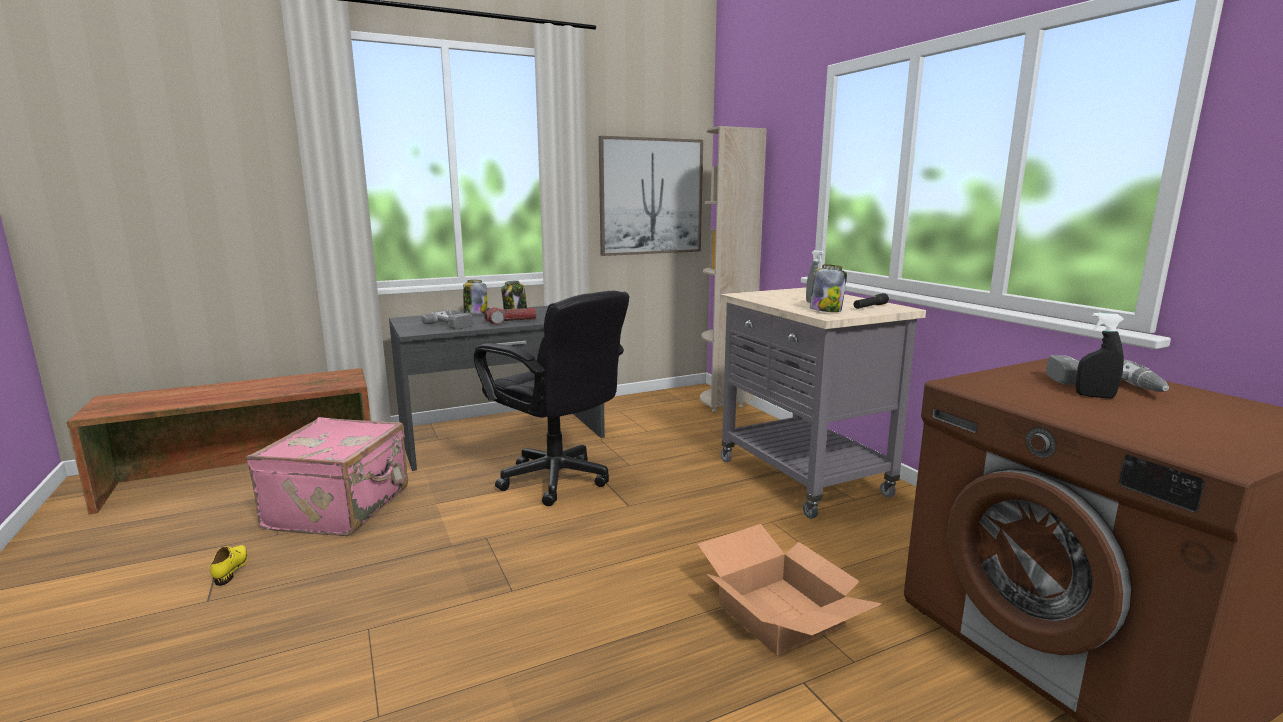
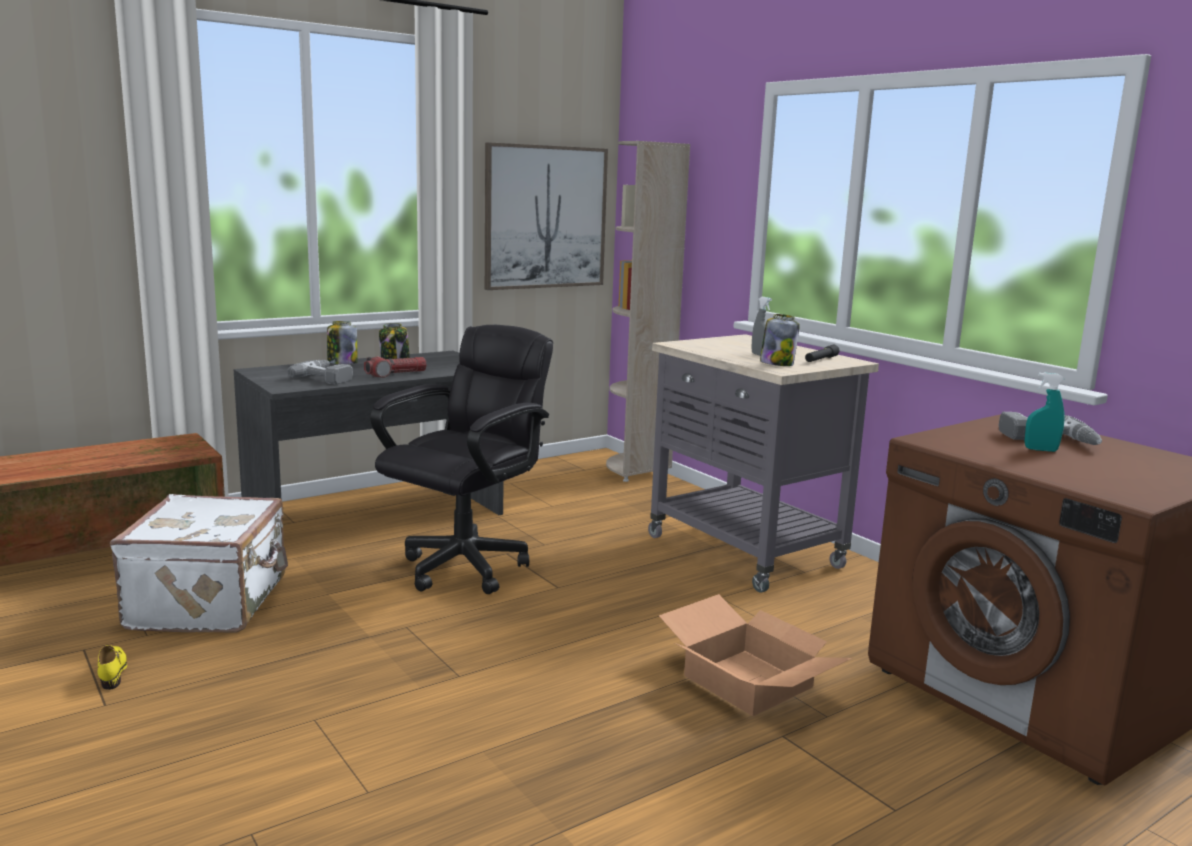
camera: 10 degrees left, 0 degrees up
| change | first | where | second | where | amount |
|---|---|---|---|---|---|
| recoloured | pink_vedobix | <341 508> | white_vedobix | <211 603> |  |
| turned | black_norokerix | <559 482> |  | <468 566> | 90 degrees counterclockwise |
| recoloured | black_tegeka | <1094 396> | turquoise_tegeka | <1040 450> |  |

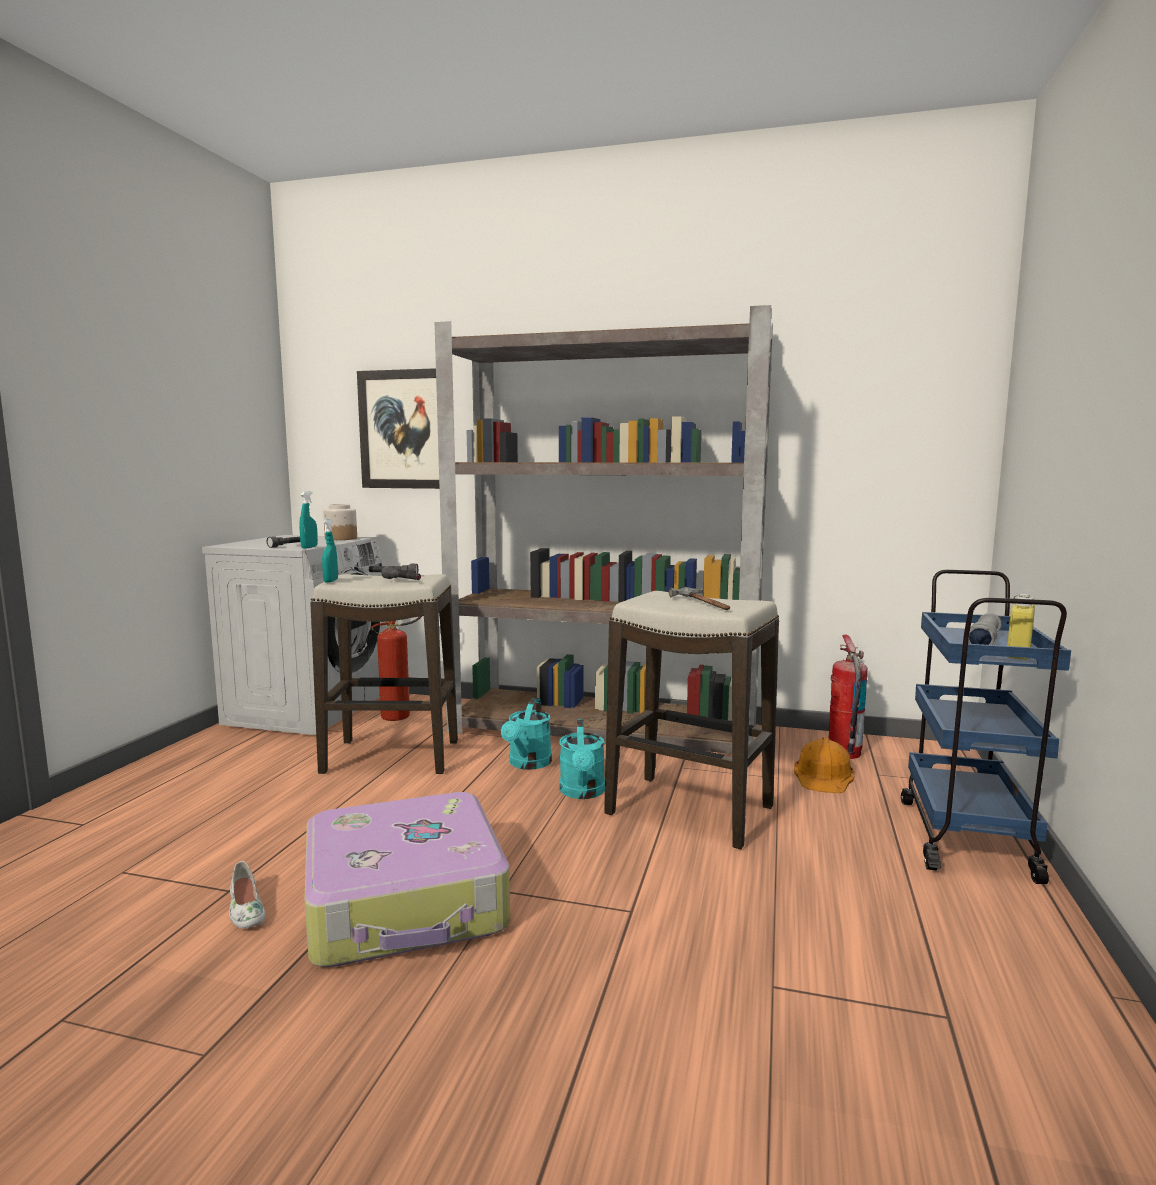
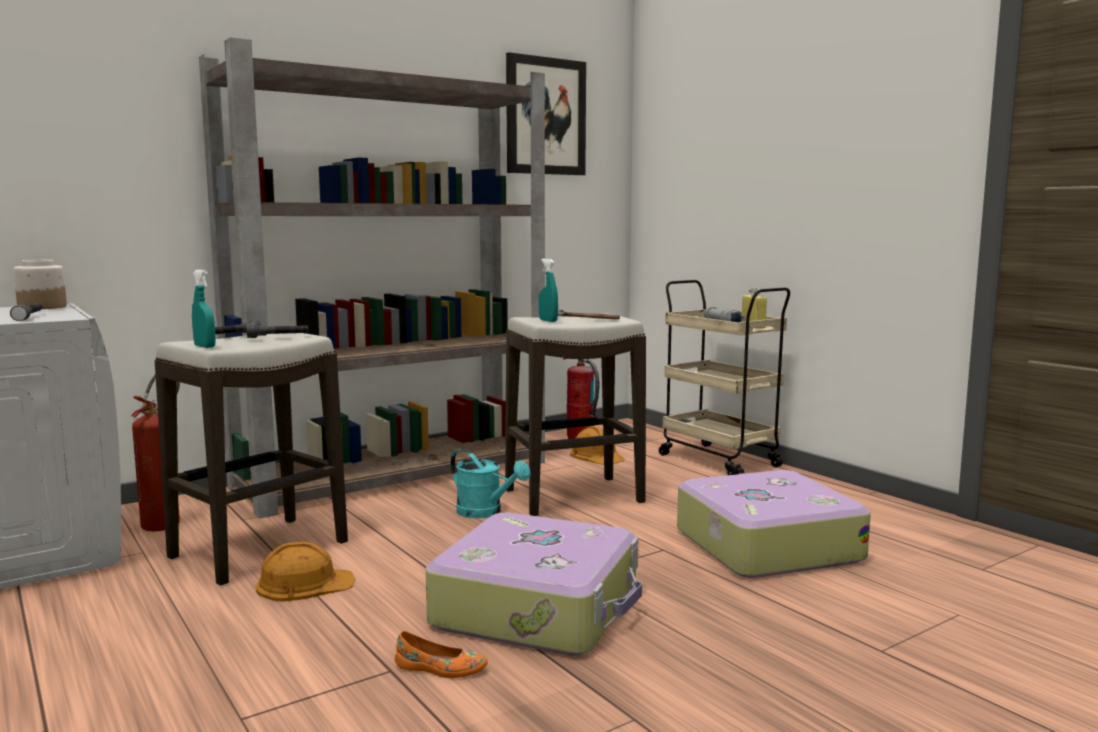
camera: 50 degrees left, 0 degrees up
| change | first | where | second | where | amount |
|---|---|---|---|---|---|
| added |  |  | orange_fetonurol | <304 583> |  |
| recoloured | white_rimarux | <245 909> | orange_rimarux | <440 669> |  |
| moved | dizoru | <404 429> |  | <545 116> |  |
| moved | turquoise_tegeka | <309 547> |  | <548 321> |  |
| recoloured | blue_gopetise | <966 840> | beige_gopetise | <719 461> |  |
| added |  |  | vedobix | <765 545> |  |
| removed | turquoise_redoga | <528 764> |  |  |  |

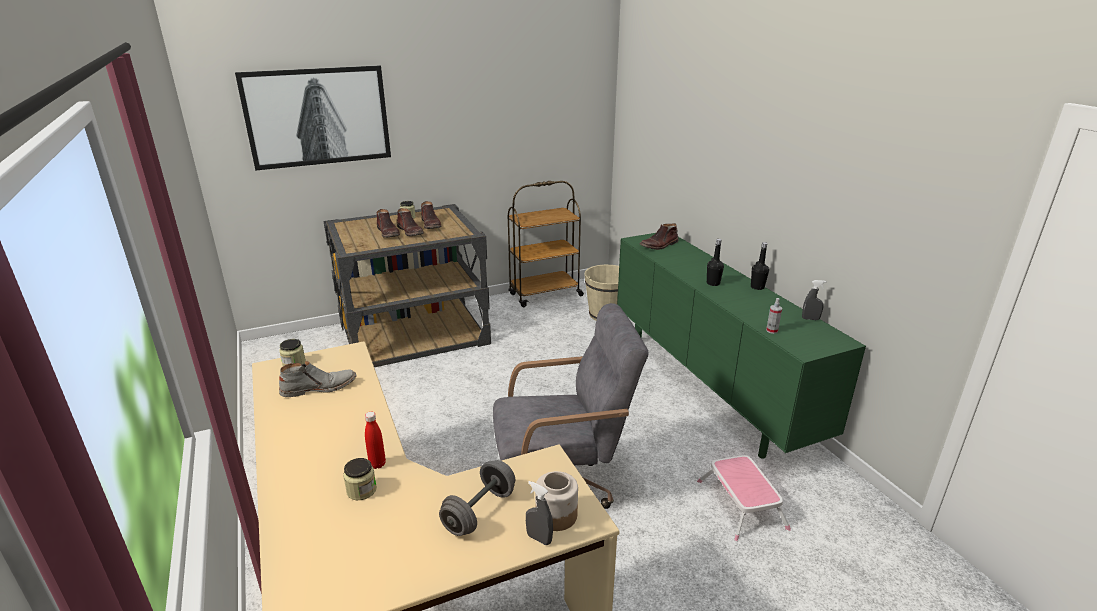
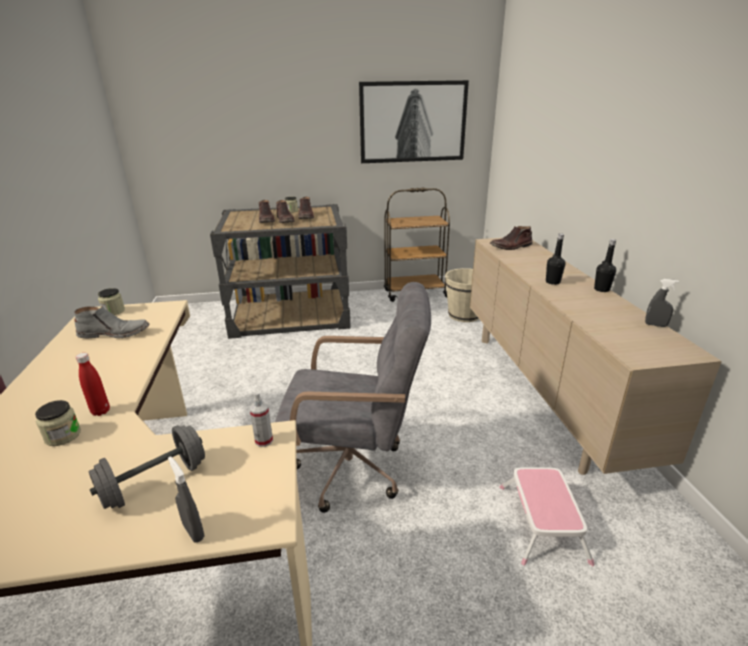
camera: 15 degrees right, 0 degrees up
| change | first | where | second | where | amount |
|---|---|---|---|---|---|
| moved | tegeka | <772 330> |  | <264 440> |  |
| moved | dizoru | <318 117> |  | <413 122> |  |
| recoloured | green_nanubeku | <709 386> | beige_nanubeku | <545 391> |  |
| removed | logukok | <556 516> |  |  |  |

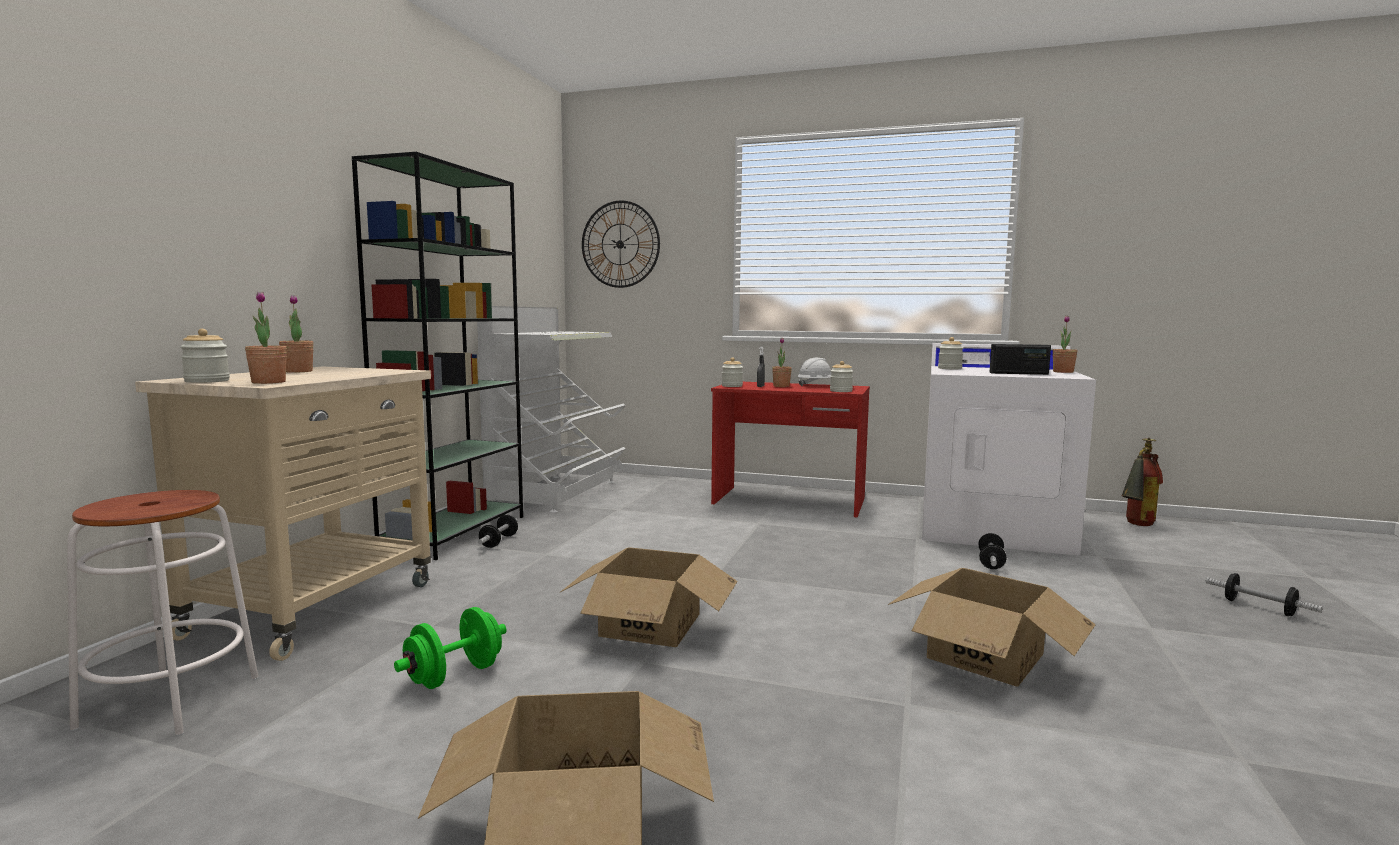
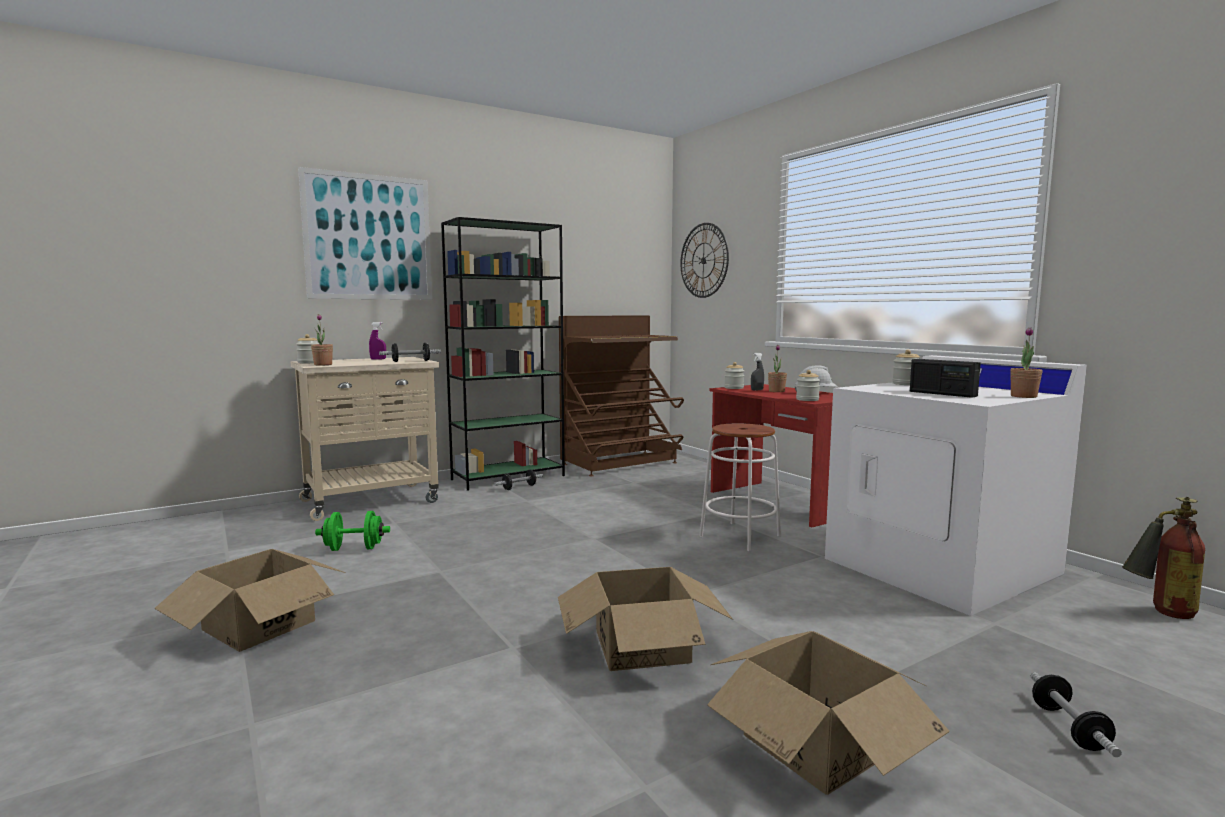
camera: 40 degrees right, 0 degrees up
| change | first | where | second | where | amount |
|---|---|---|---|---|---|
| added |  |  | dizoru | <369 237> |  |
| replaced | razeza | <298 371> | purple_tegeka | <378 359> |  |
| moved | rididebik | <991 562> |  | <411 361> |  |
| recoloured | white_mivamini | <559 493> | brown_mivamini | <622 464> |  |
| moved | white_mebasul | <170 701> |  | <740 536> |  |
| moved | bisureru | <651 624> |  | <818 743> |  |

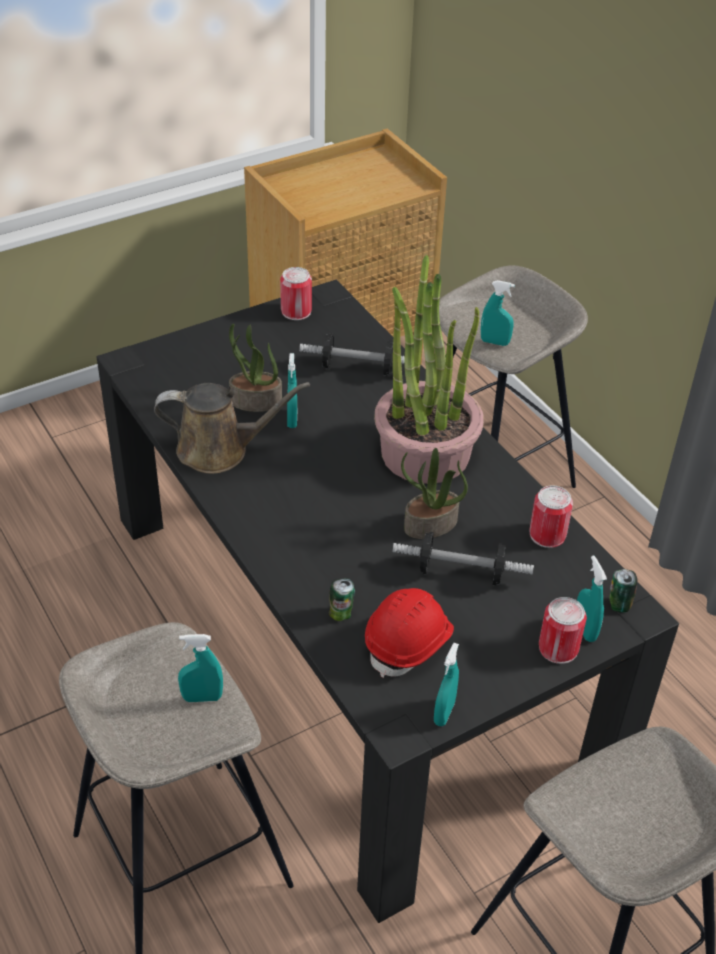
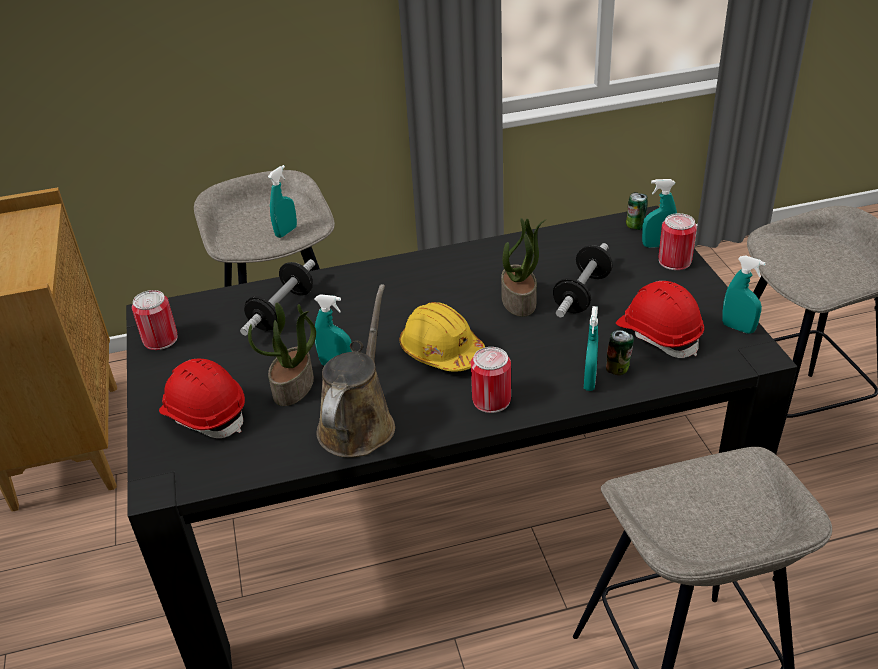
camera: 70 degrees left, 5 degrees down
| change | first | where | second | where | amount |
|---|---|---|---|---|---|
| added |  |  | red_fetonurol | <205 414> |  |
| added |  |  | yellow_fetonurol | <441 351> |  |
| moved | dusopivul | <547 534> |  | <491 400> |  |
| moved | turquoise_tegeka | <202 697> |  | <590 381> |  |
| removed | razeza | <425 452> |  |  |  |

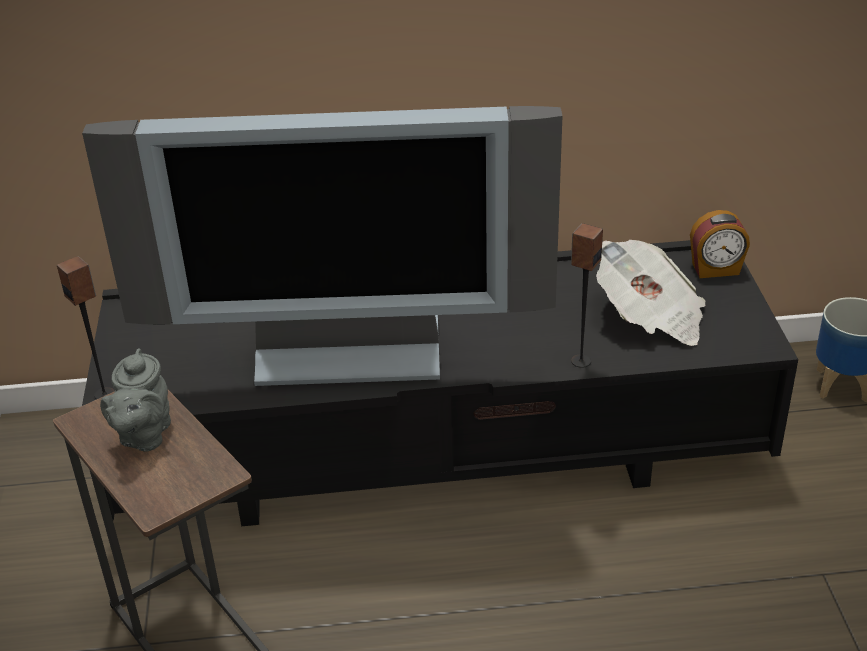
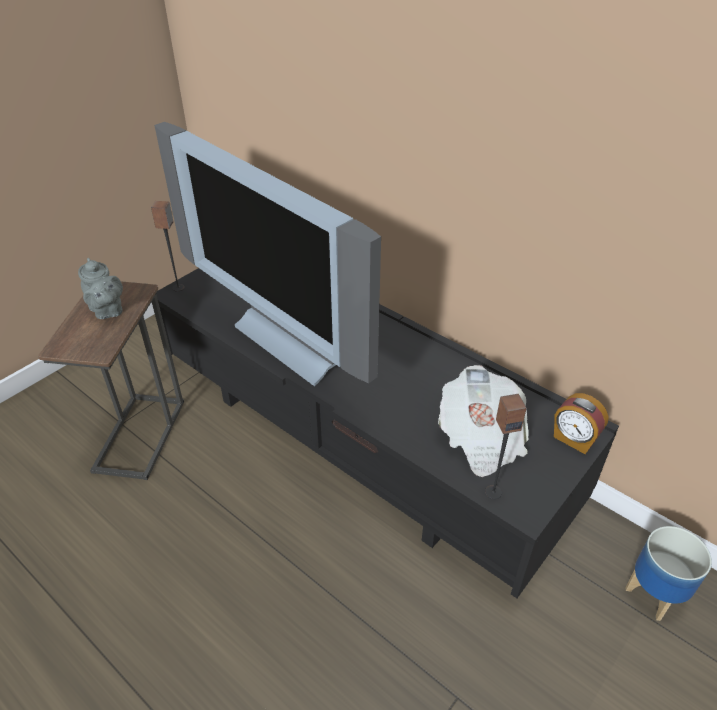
camera: 45 degrees right, 5 degrees up
| change | first | where | second | where | amount |
|---|---|---|---|---|---|
| turned | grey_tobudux | <143 436> |  | <107 311> | 90 degrees counterclockwise |
| moved | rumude | <580 361> |  | <493 492> |  |

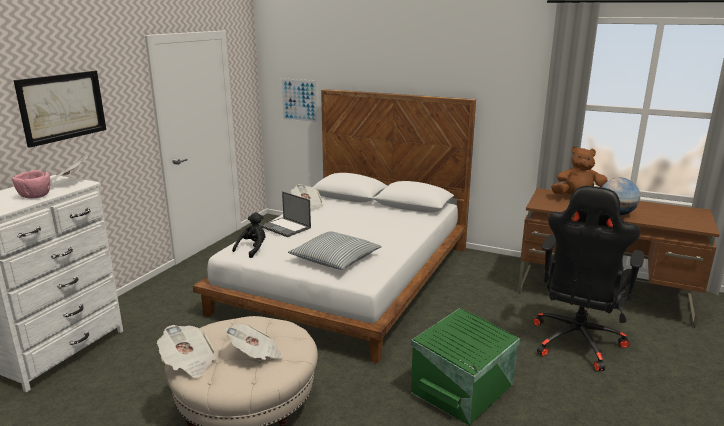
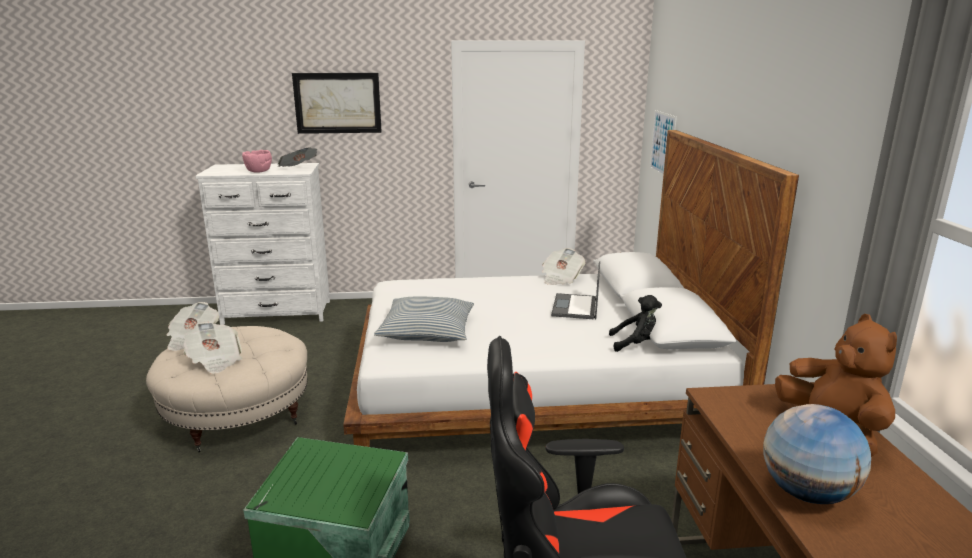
camera: 60 degrees right, 0 degrees up
| change | first | where | second | where | amount |
|---|---|---|---|---|---|
| moved | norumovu | <286 227> |  | <575 307> |  |
| moved | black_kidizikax | <253 249> |  | <636 344> |  |

